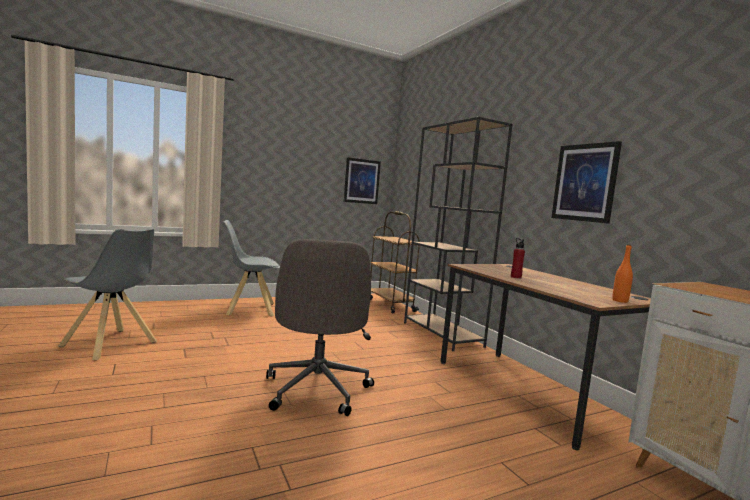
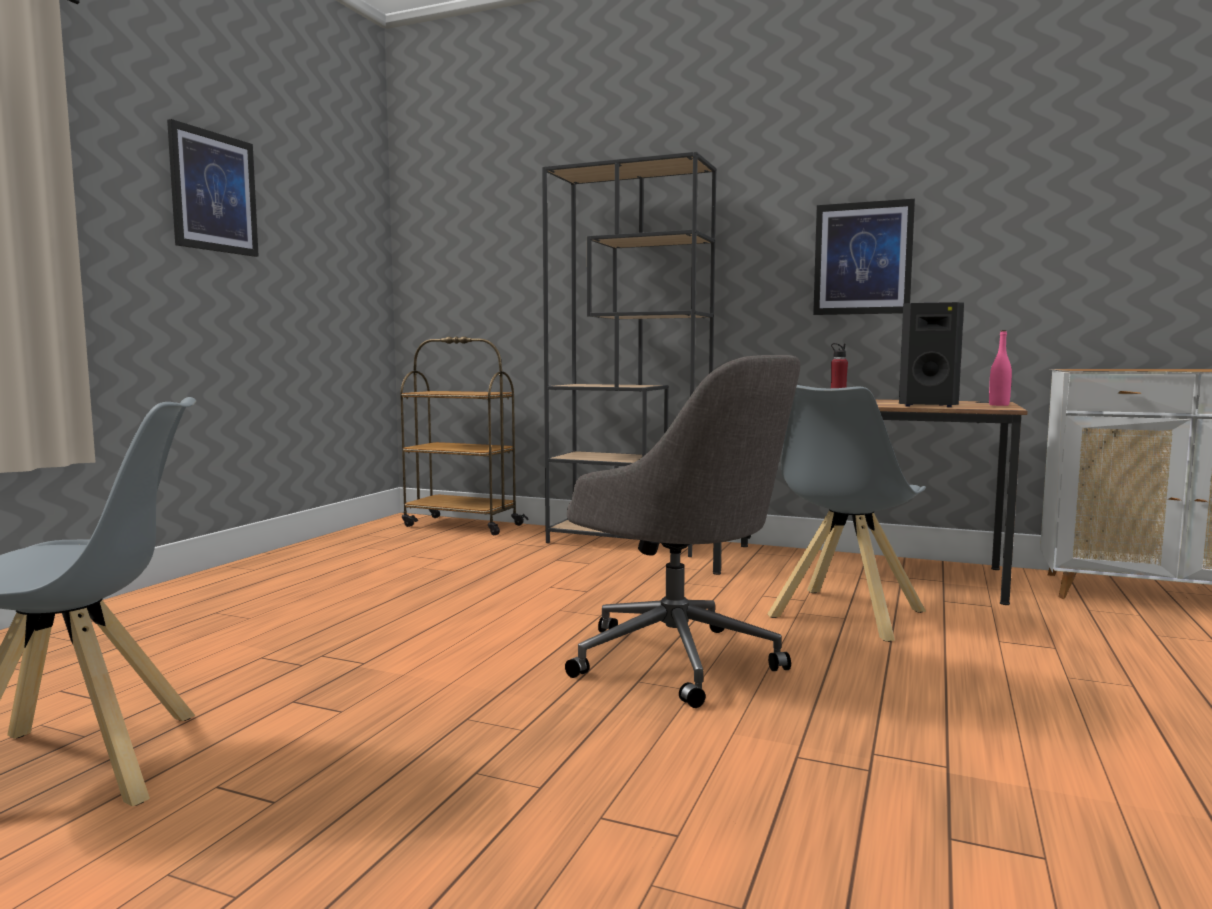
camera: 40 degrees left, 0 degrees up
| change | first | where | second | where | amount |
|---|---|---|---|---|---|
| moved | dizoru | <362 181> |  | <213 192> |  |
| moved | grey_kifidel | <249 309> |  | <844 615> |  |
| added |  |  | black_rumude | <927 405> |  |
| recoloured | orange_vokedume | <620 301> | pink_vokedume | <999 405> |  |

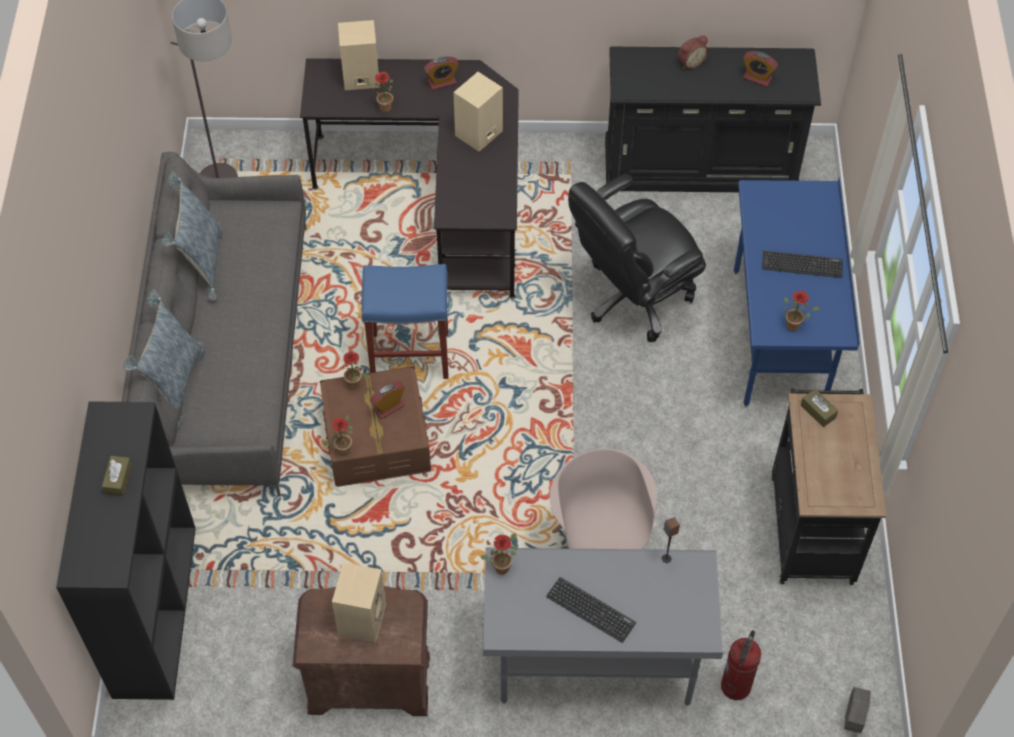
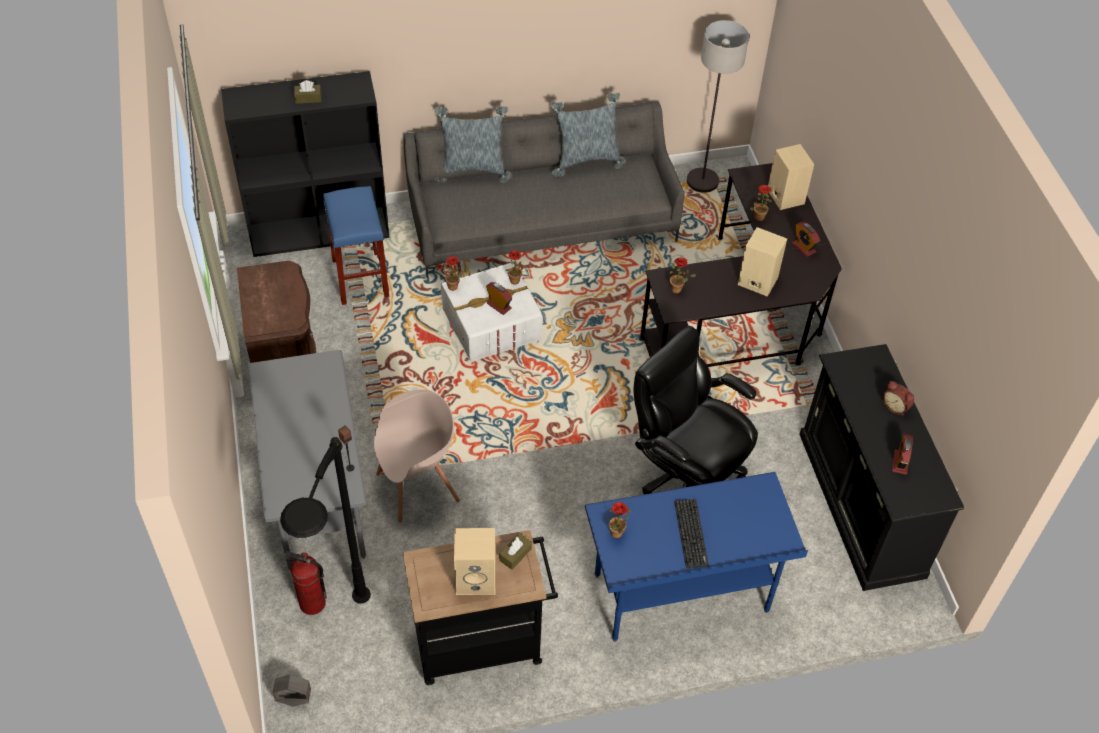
camera: 75 degrees right, 5 degrees down
| change | first | where | second | where | amount |
|---|---|---|---|---|---|
| added |  |  | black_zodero | <344 647> |  |
| moved | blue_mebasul | <408 356> |  | <359 277> |  |
| recoloured | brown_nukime | <376 439> | white_nukime | <491 324> |  |
| moved | beige_rumude | <361 618> |  | <477 578> |  |
| moved | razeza | <503 565> |  | <678 289> |  |
| removed | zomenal | <590 610> |  |  |  |

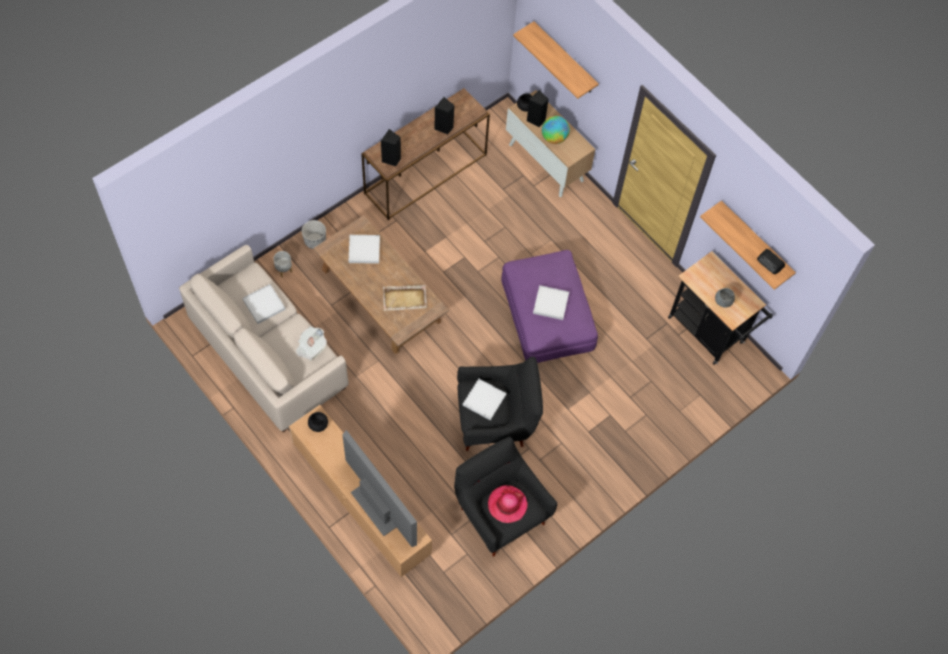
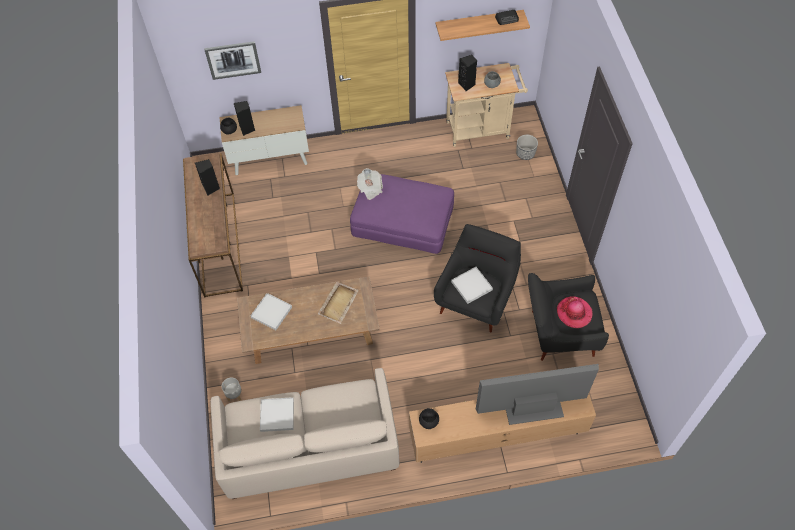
camera: 55 degrees left, 5 degrees down
| change | first | where | second | where | amount |
|---|---|---|---|---|---|
| replaced | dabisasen | <564 59> | dizoru | <233 60> |  |
| moved | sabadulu | <310 347> |  | <370 188> |  |
| recoloured | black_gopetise | <710 333> | beige_gopetise | <481 129> |  |
| moved | black_rumude | <391 159> |  | <467 85> |  |
| moved | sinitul | <315 241> |  | <525 153> |  |
| removed | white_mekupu | <550 303> |  |  |  |
| removed | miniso | <554 138> |  |  |  |

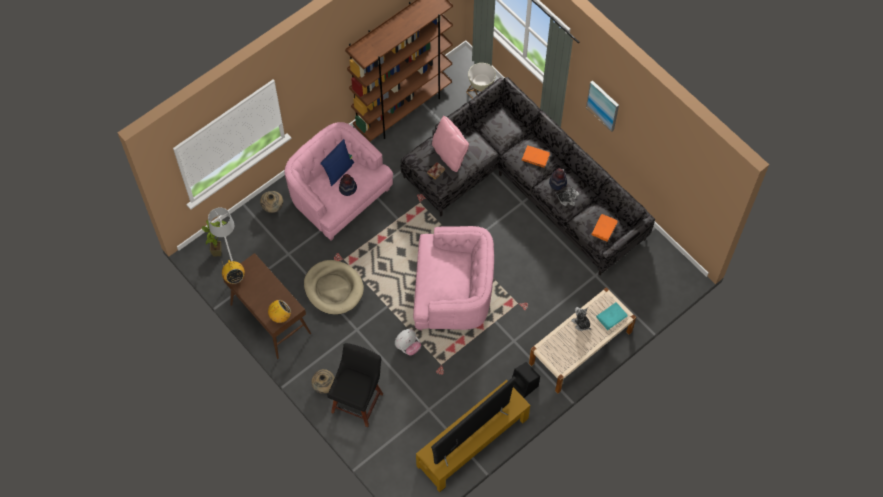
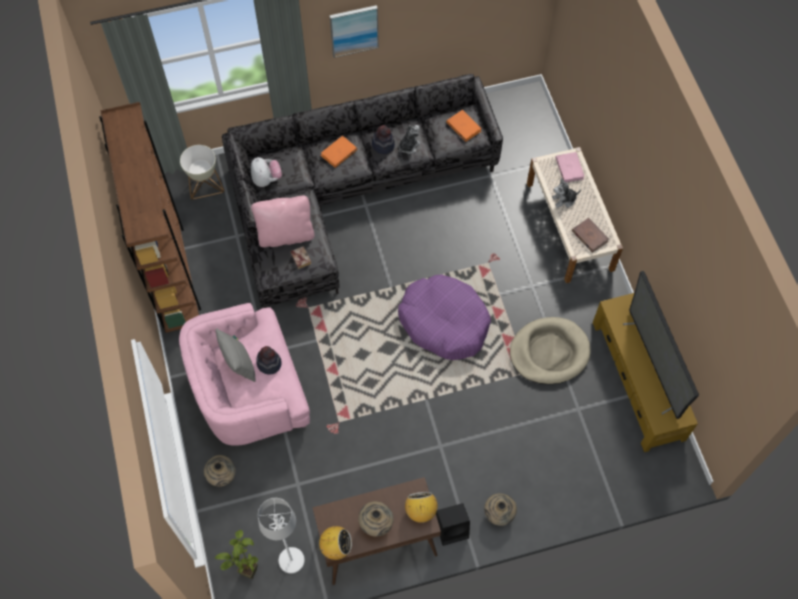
camera: 65 degrees left, 0 degrees up
| change | first | where | second | where | amount |
|---|---|---|---|---|---|
| recoloured | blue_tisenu | <338 171> | grey_tisenu | <239 365> |  |
| moved | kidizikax | <408 346> |  | <266 179> |  |
| added |  |  | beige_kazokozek | <376 524> |  |
| replaced | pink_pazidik | <453 293> | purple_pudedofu | <444 322> |  |
| moved | black_rumude | <525 385> |  | <452 528> |  |
| moved | beige_pudedofu | <333 288> |  | <549 352> |  |
| recoloured | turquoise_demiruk | <611 316> | pink_demiruk | <569 168> |  |
| added |  |  | brown_demiruk | <589 236> |  |
| removed | black_mebasul | <358 400> |  |  |  |

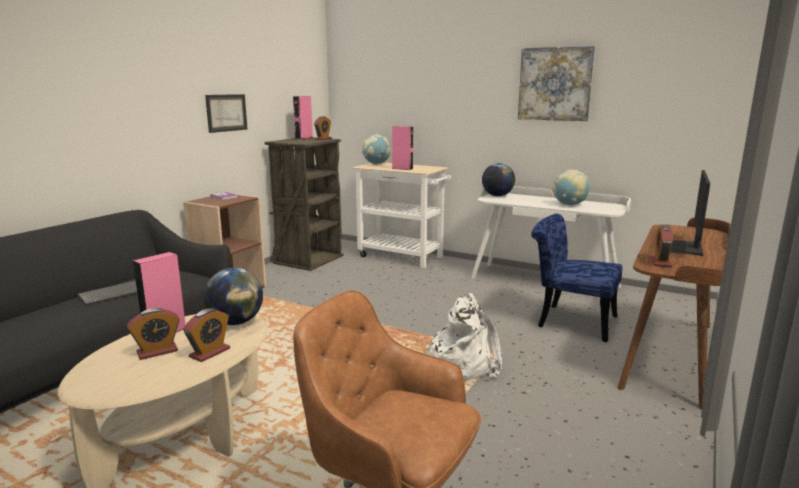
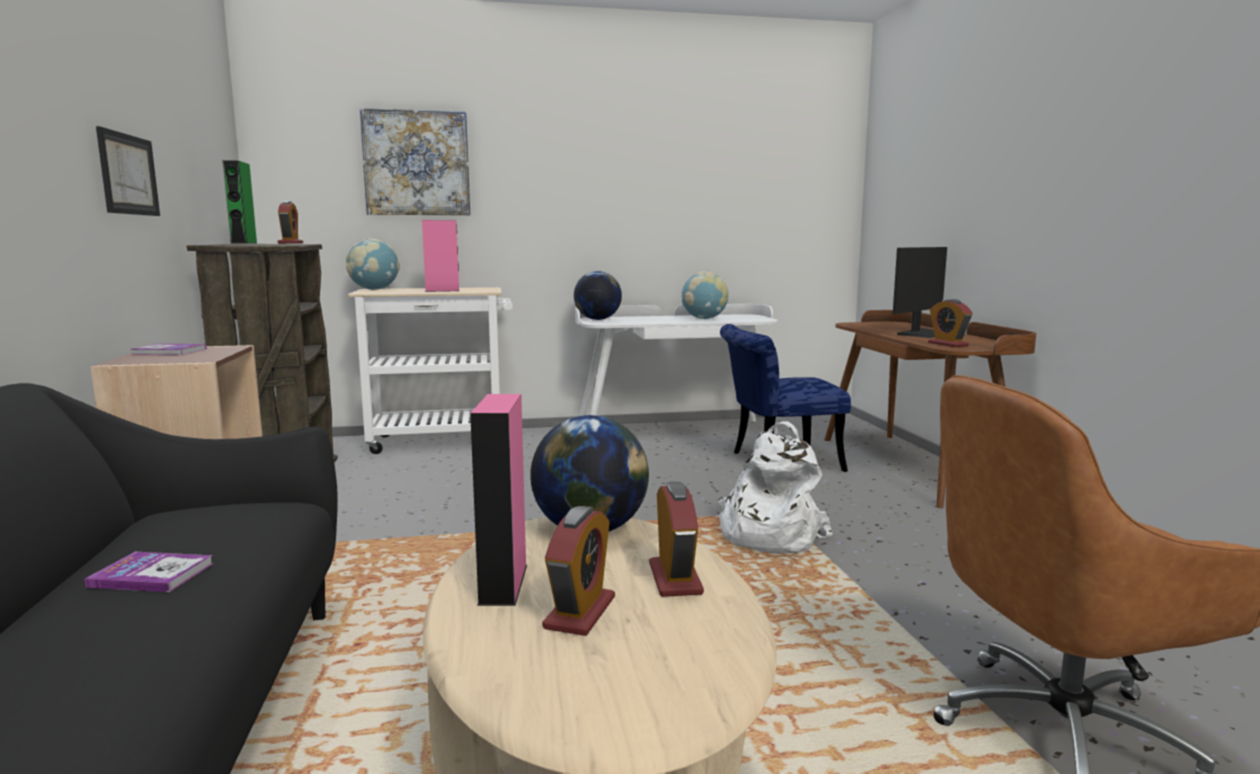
camera: 40 degrees left, 5 degrees down
| change | first | where | second | where | amount |
|---|---|---|---|---|---|
| replaced | zomenal | <114 293> | demiruk | <151 575> |  |
| recoloured | pink_rumude | <303 138> | green_rumude | <244 243> |  |
| moved | dizoru | <555 84> |  | <416 163> |  |
| turned | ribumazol | <687 248> |  | <924 333> | 120 degrees counterclockwise |

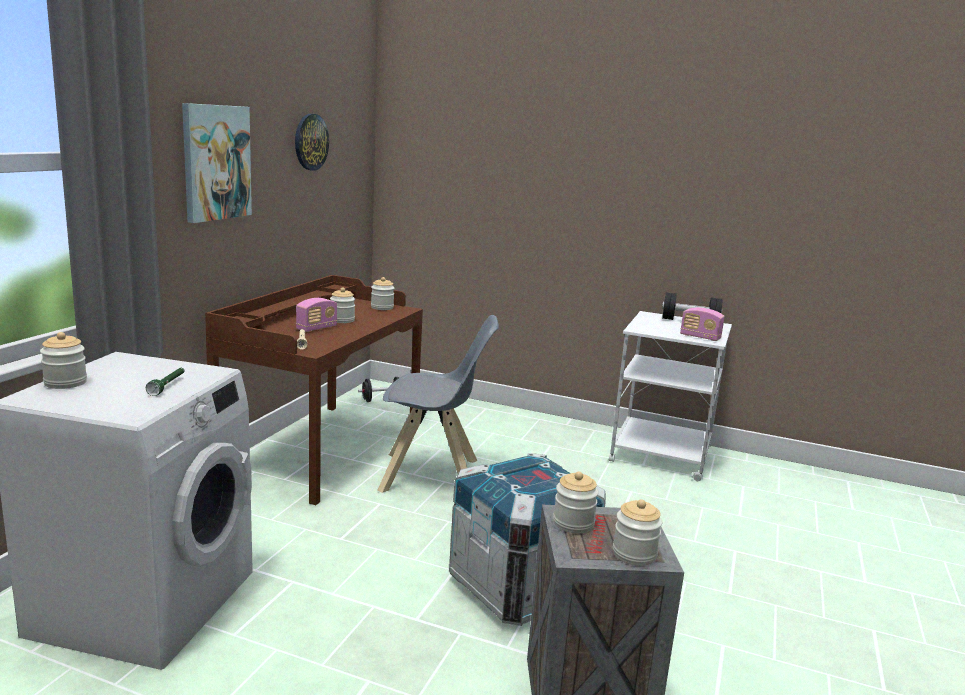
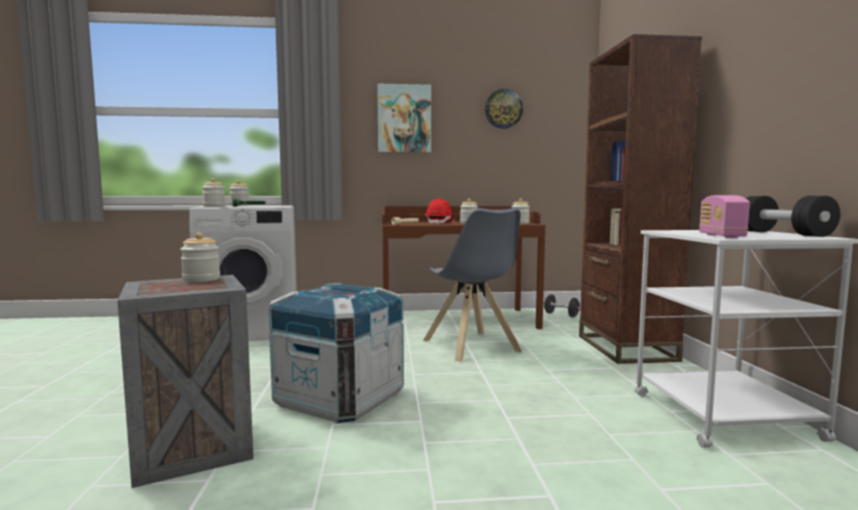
camera: 65 degrees right, 10 degrees down
| change | first | where | second | where | amount |
|---|---|---|---|---|---|
| moved | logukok | <634 554> |  | <214 206> |  |
| replaced | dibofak | <316 328> | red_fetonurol | <439 223> |  |
| added |  |  | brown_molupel | <625 348> |  |

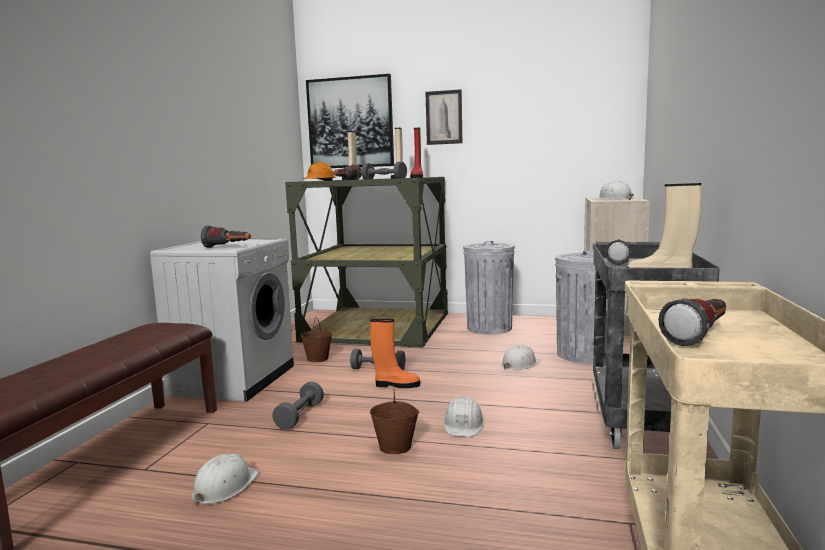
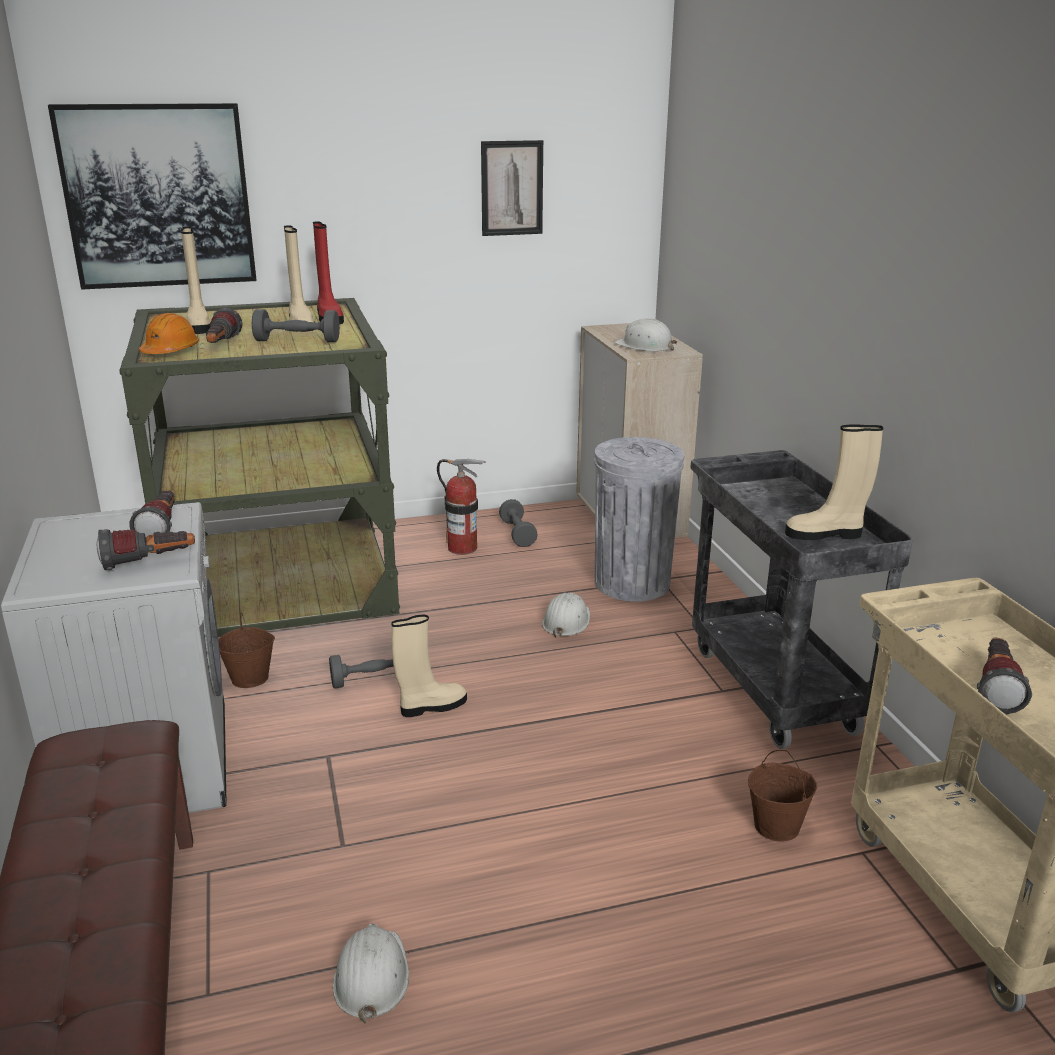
camera: 30 degrees left, 15 degrees up
| change | first | where | second | where | amount |
|---|---|---|---|---|---|
| moved | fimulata | <619 261> |  | <162 528> |  |
| recoloured | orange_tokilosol | <396 385> | beige_tokilosol | <431 706> |  |
| replaced | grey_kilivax | <489 328> | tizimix | <462 548> |  |
| moved | dizoru | <444 117> |  | <512 188> |  |
| moved | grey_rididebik | <300 416> |  | <517 533> |  |
| moved | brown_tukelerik | <396 447> |  | <777 826> |  |
| removed | white_fetonurol | <463 424> |  |  |  |

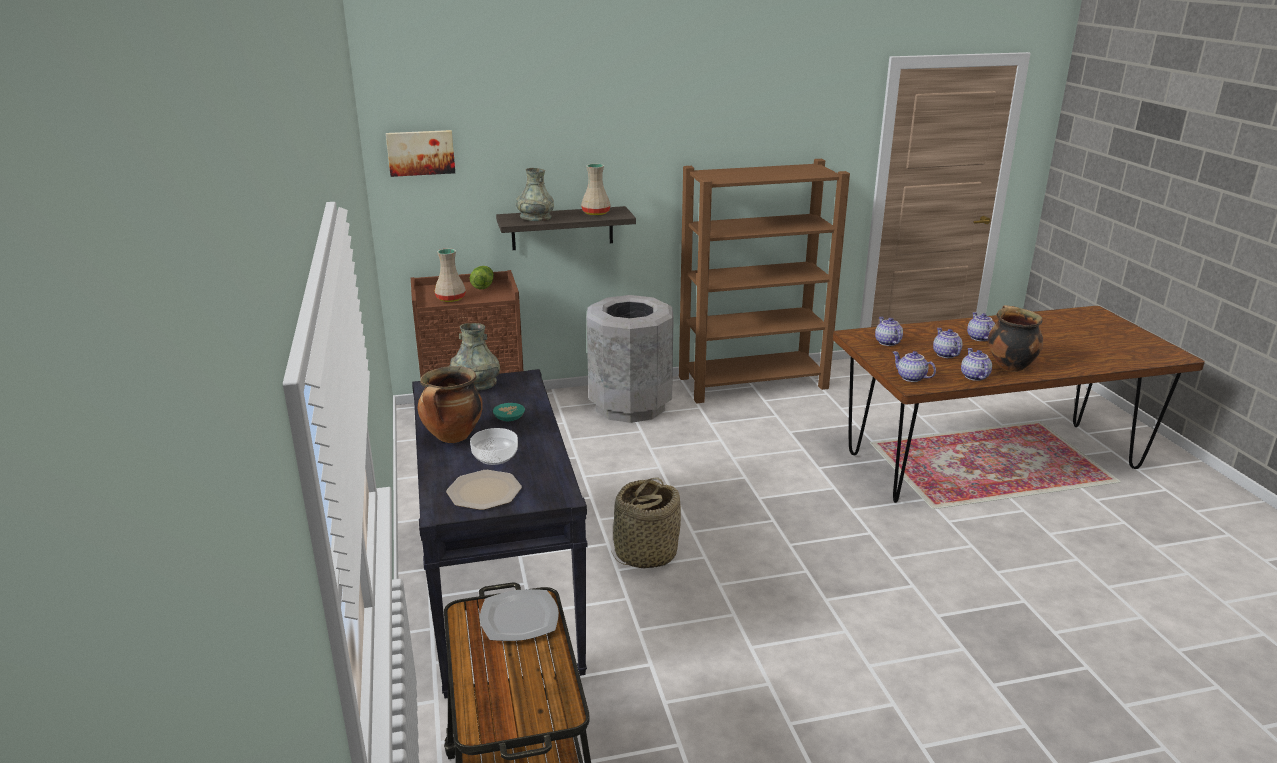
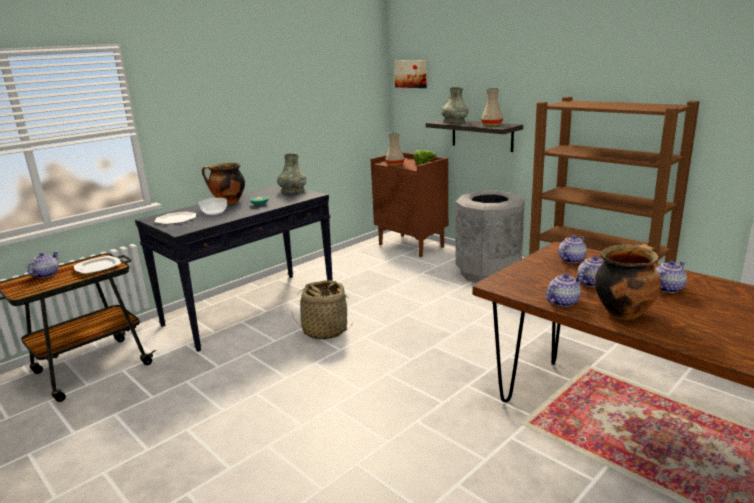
camera: 60 degrees right, 5 degrees down
| change | first | where | second | where | amount |
|---|---|---|---|---|---|
| moved | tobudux | <910 378> |  | <46 274> |  |

